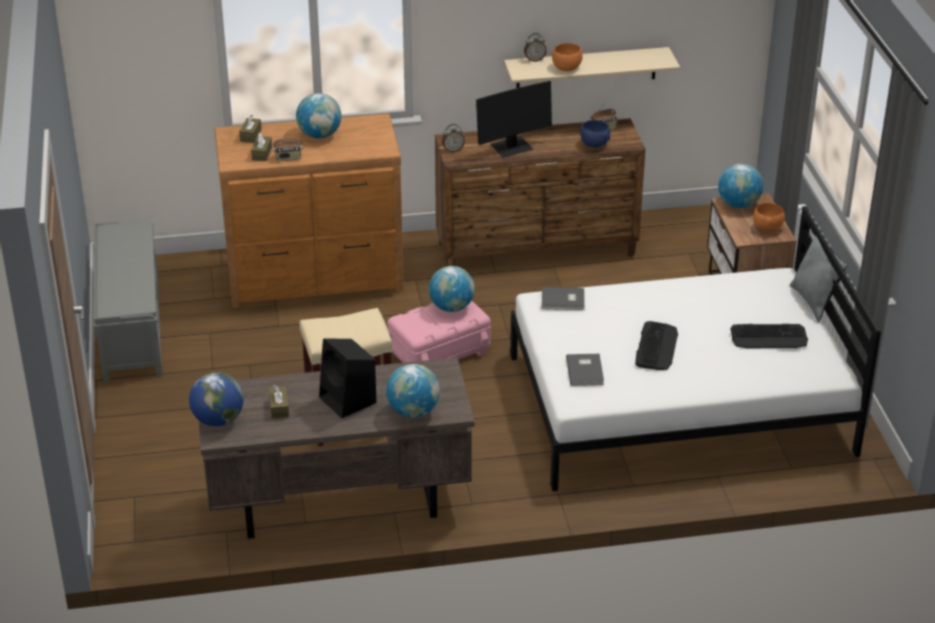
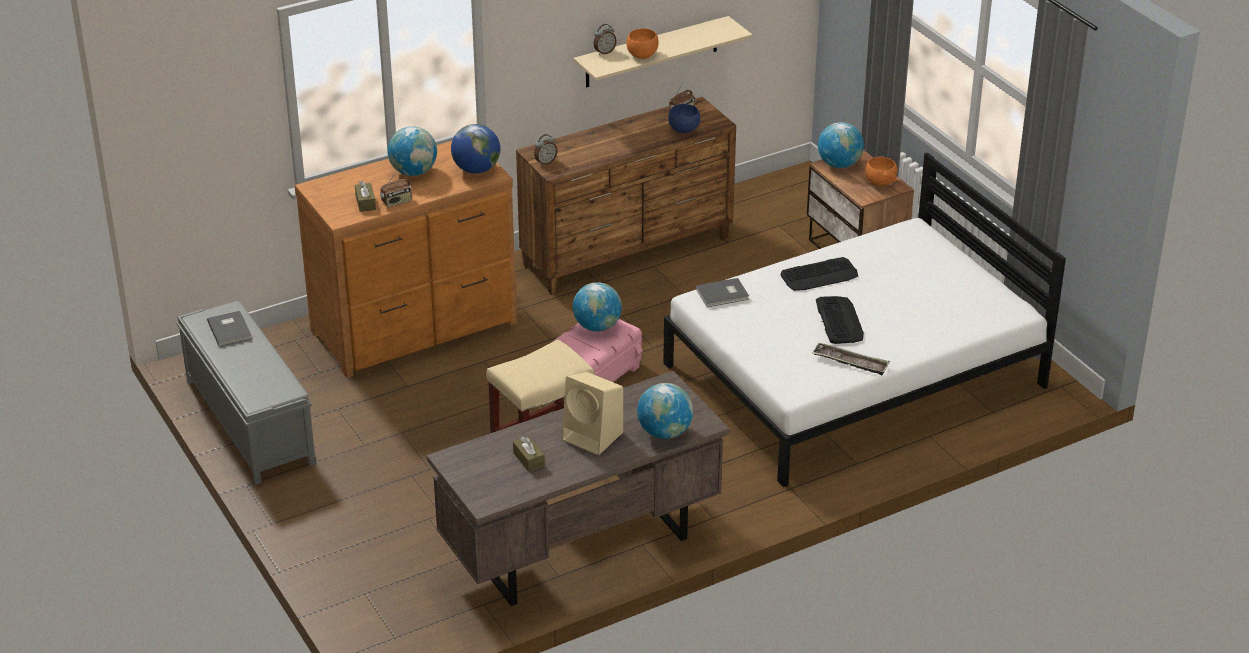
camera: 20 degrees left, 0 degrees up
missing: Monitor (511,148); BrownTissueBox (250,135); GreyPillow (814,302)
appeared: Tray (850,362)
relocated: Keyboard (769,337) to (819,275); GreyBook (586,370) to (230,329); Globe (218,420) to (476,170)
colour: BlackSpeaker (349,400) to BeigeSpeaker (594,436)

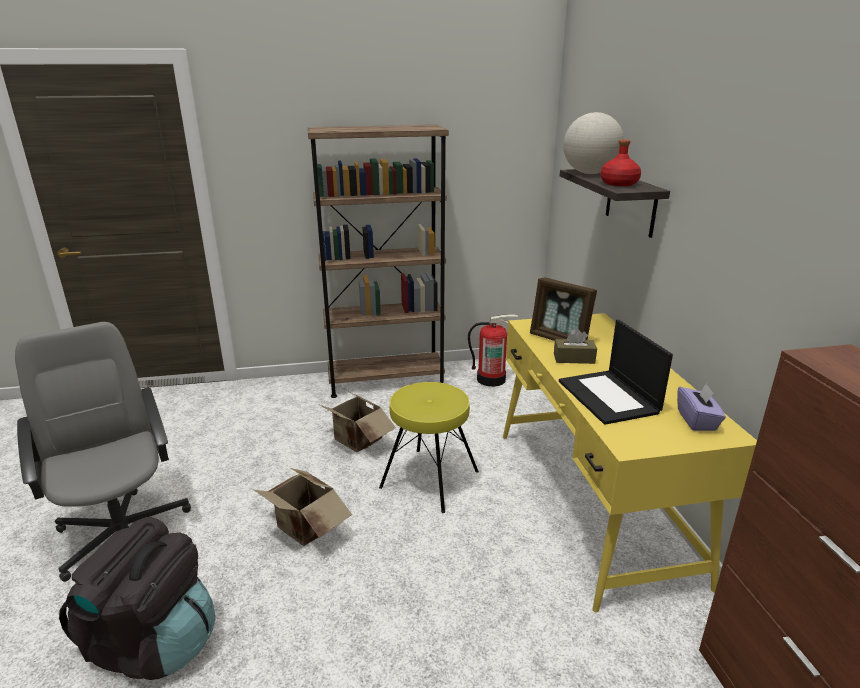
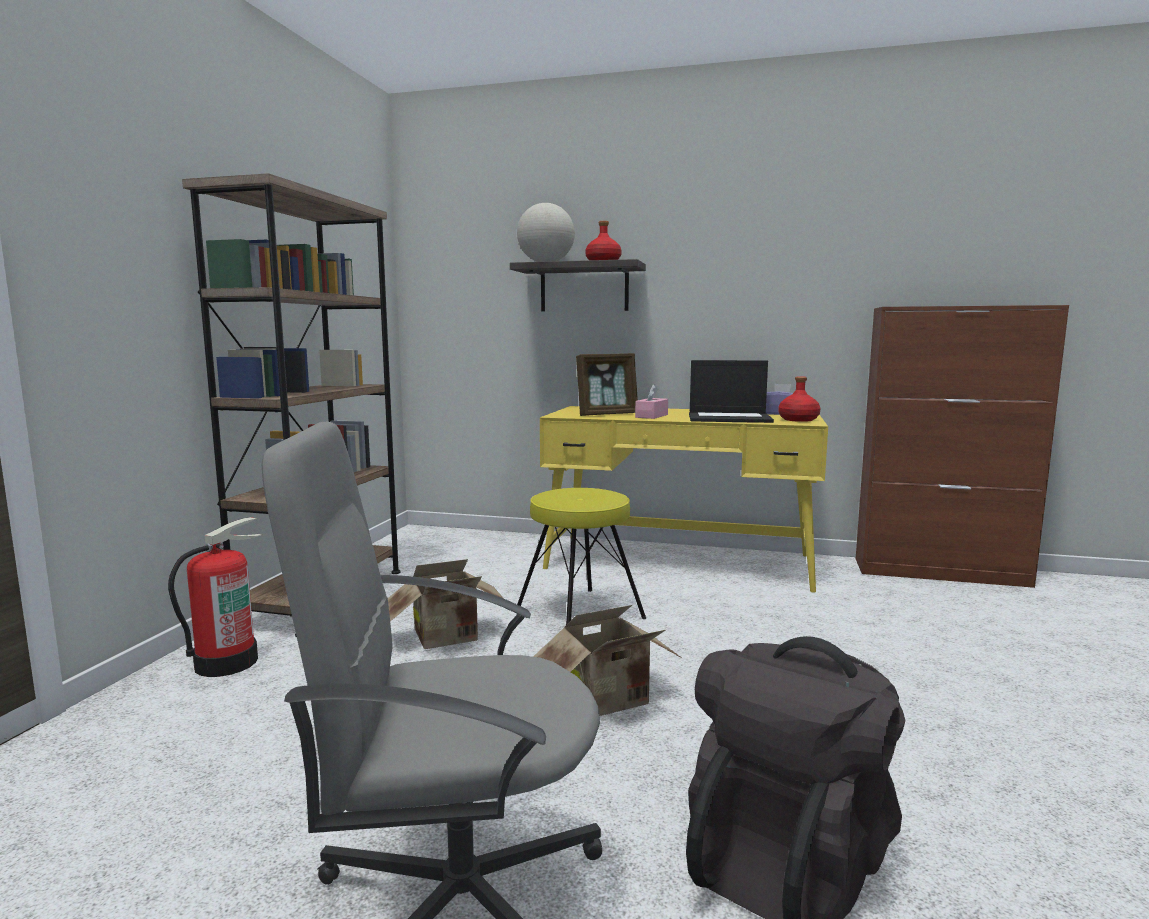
camera: 65 degrees left, 15 degrees down
appeared: RedBottle (799,419)
relocated: FireExtinguisher (491,379) to (226,662)
colour: BrownTissueBox (574,358) to PinkTissueBox (651,416)

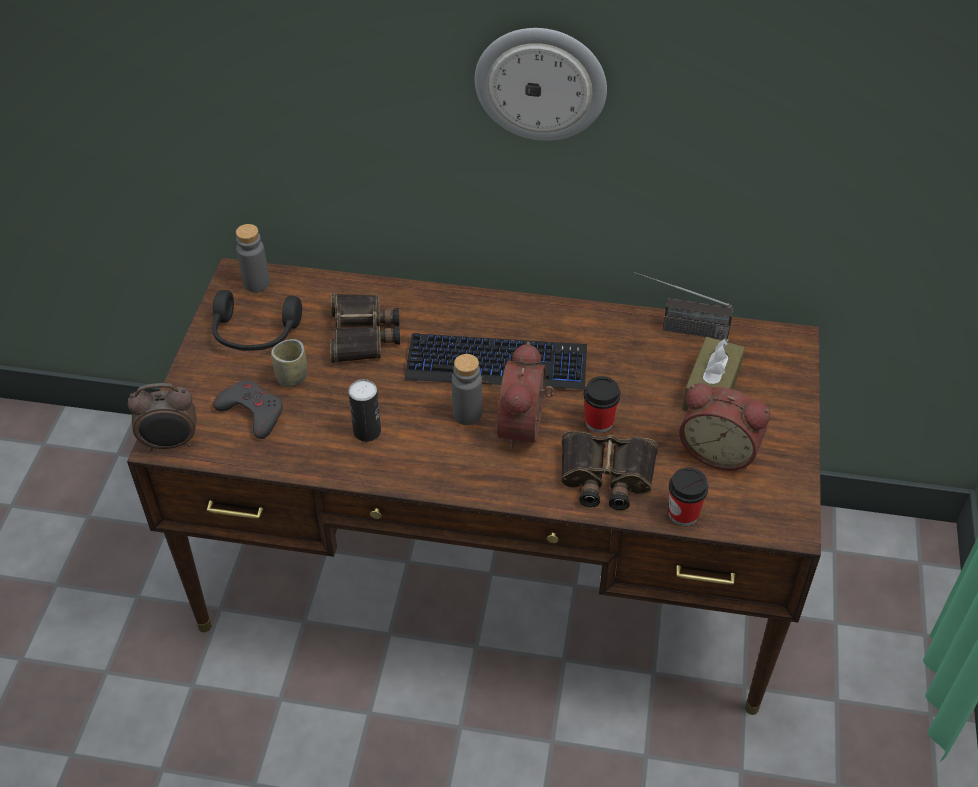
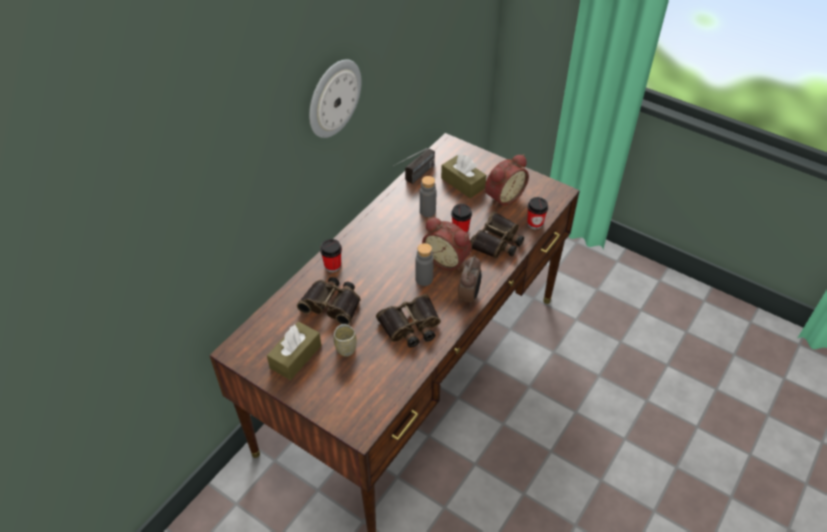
camera: 65 degrees left, 0 degrees up
missing: Keyboard (497,364); GreyGameController (252,412)
appeared: Cup (332,266)
relocated: GreyBottle (256,283) to (427,211); AlarmClock (171,444) to (469,297)
exchanged: BlackHeadphones (254,334) to BrownTissueBox (295,357); Can (367,431) to Binoculars (411,326)

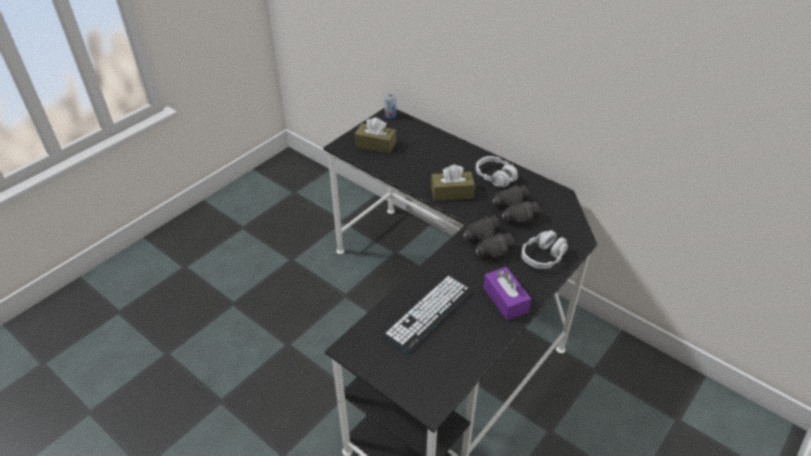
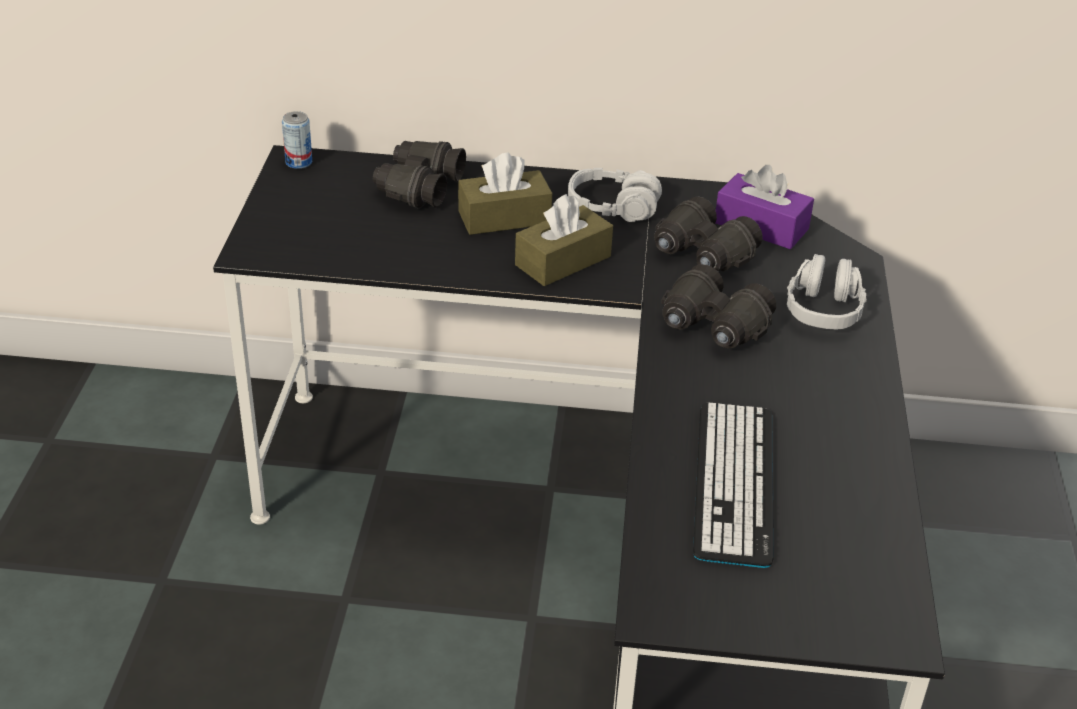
camera: 35 degrees left, 5 degrees down
appeared: BlackBinoculars (418,187)
relocated: BrownTissueBox (375,144) to (504,218); PurpleTissueBox (505,299) to (761,226)

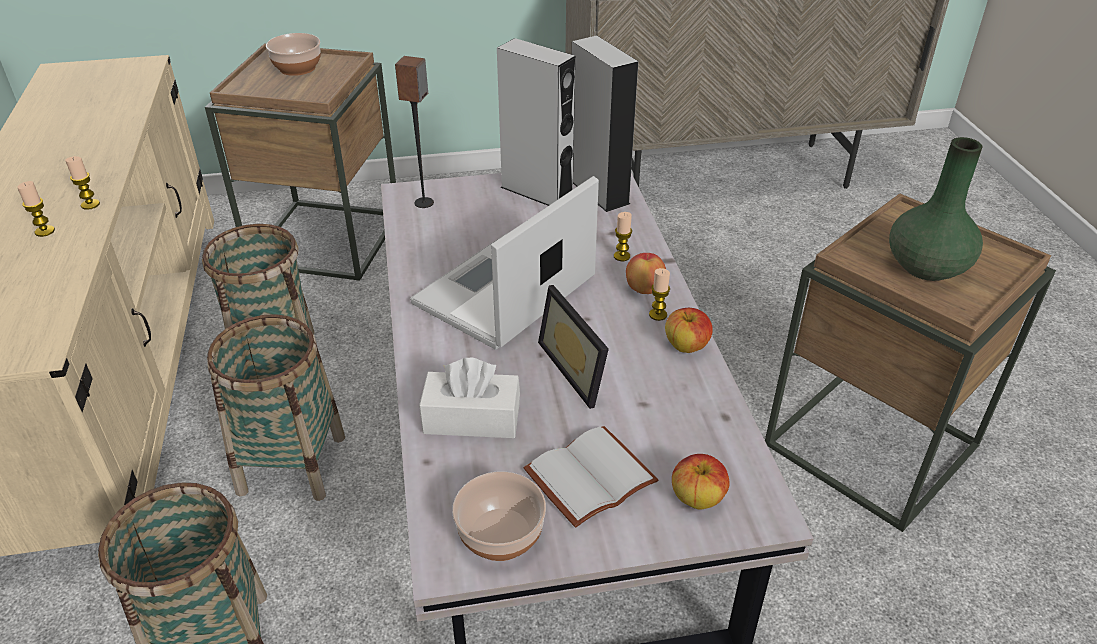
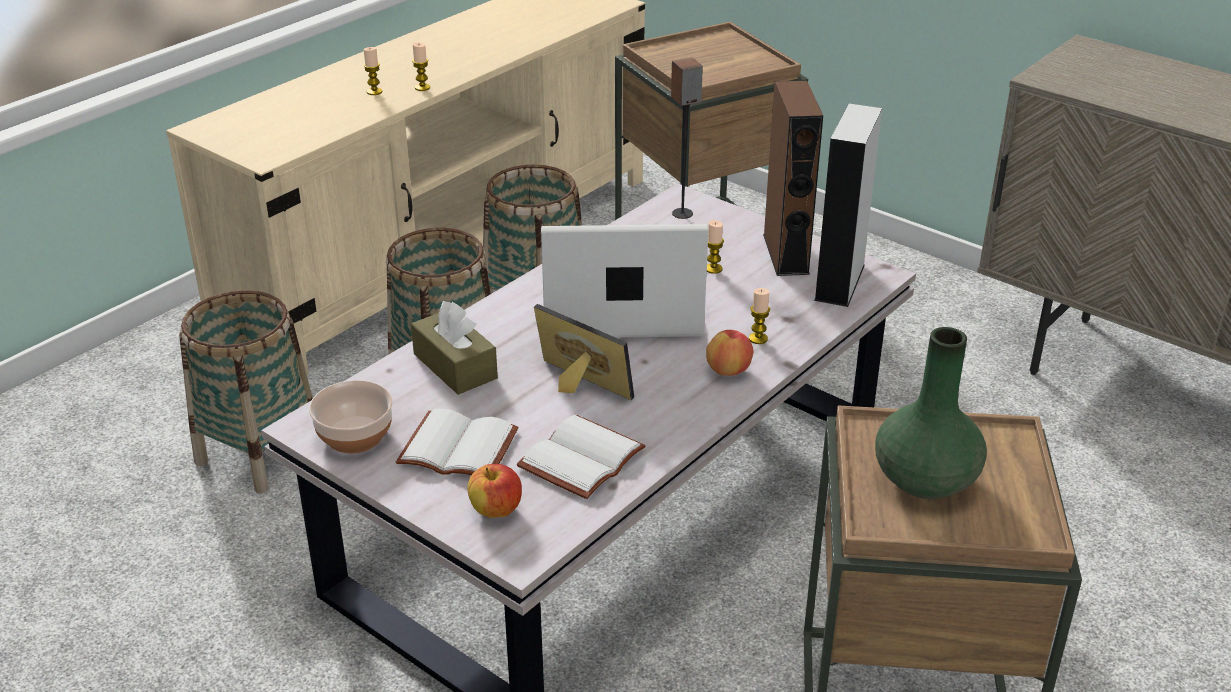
camera: 50 degrees right, 5 degrees down
missing: Bowl (296,68); Apple (686,346)
appeared: WhiteBook (580,457)
relocated: Candle (658,315) to (713,269)
colour: GreySpeaker (537,192) to BrownSpeaker (785,254); WhiteTissueBox (471,419) to BrownTissueBox (455,366)
spun: PictureFrame (580,368) = (576,387) 105 degrees clockwise

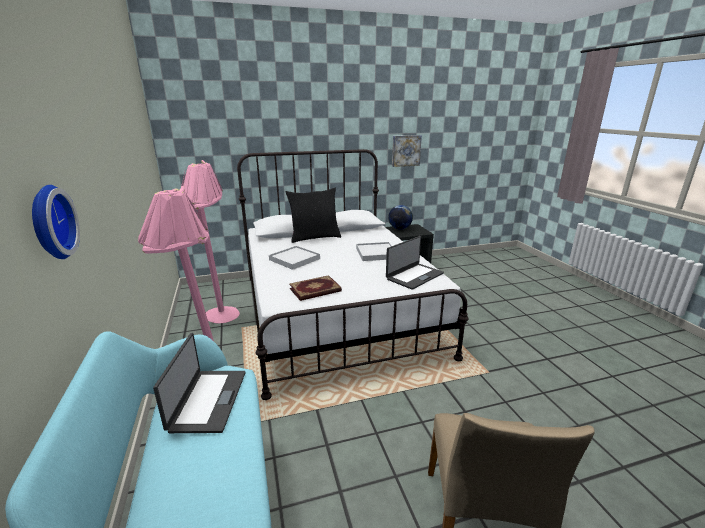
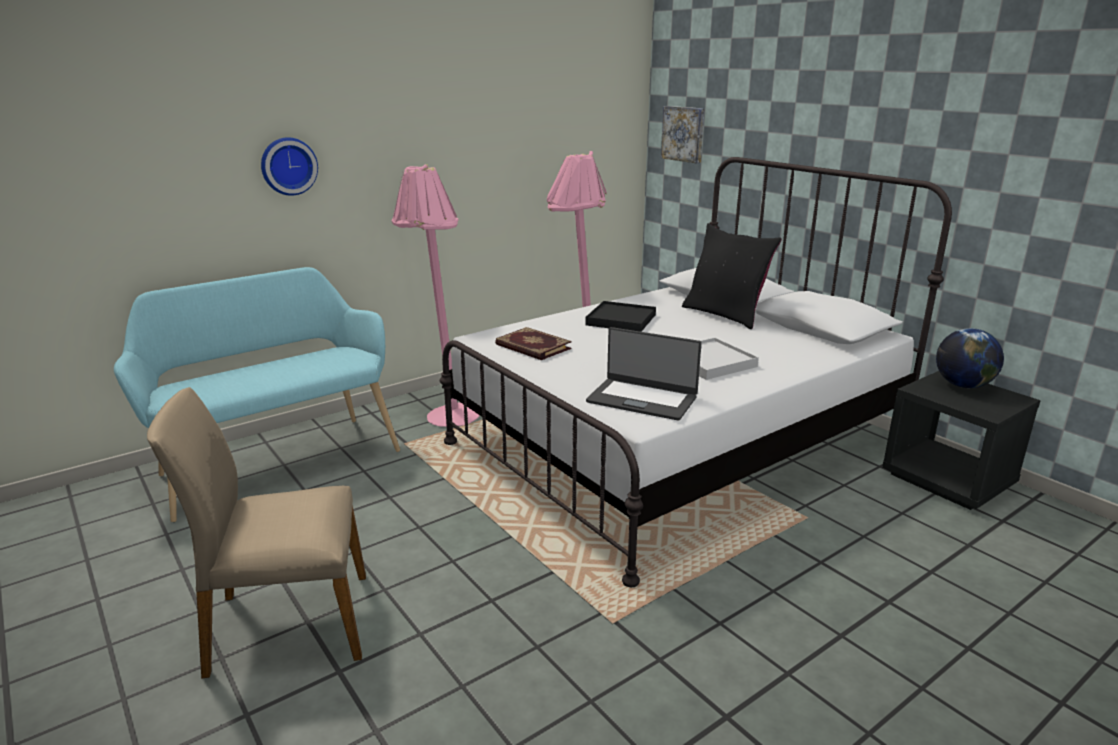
camera: 70 degrees right, 0 degrees up
missing: Laptop (207,400)
relocated: Picture (405,150) to (684,134)
colour: WhiteTray (294,259) to BlackTray (620,320)

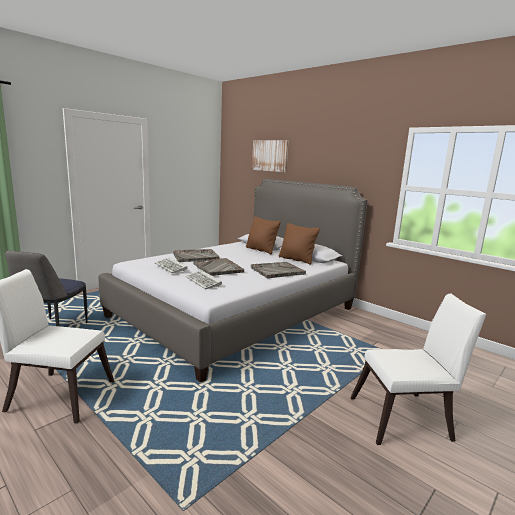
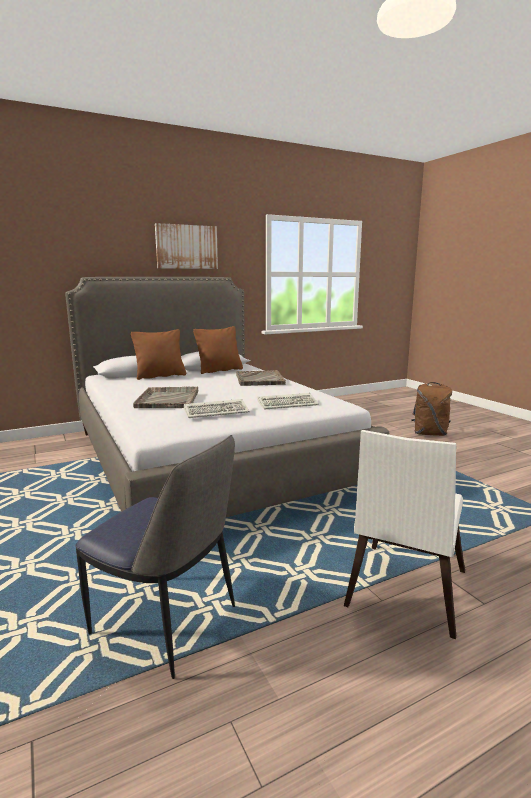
camera: 70 degrees left, 0 degrees up
missing: GreyTray (218,268)
relocated: Picture (270,155) to (186,247)
exchanged: WhiteChair (406,419) to BrownBackpack (429,433)

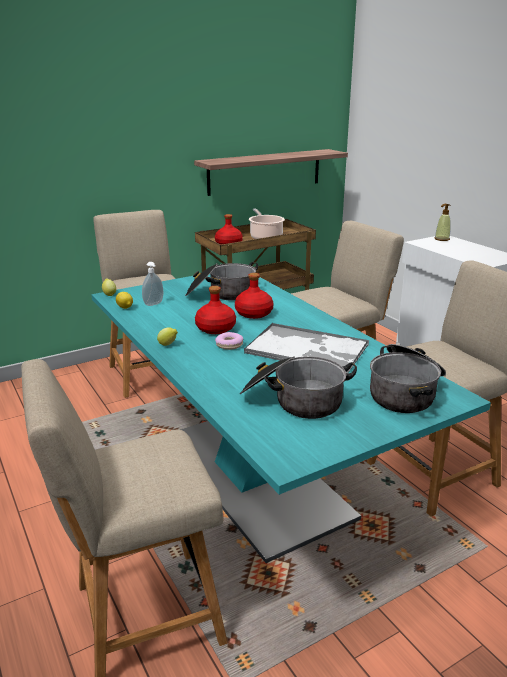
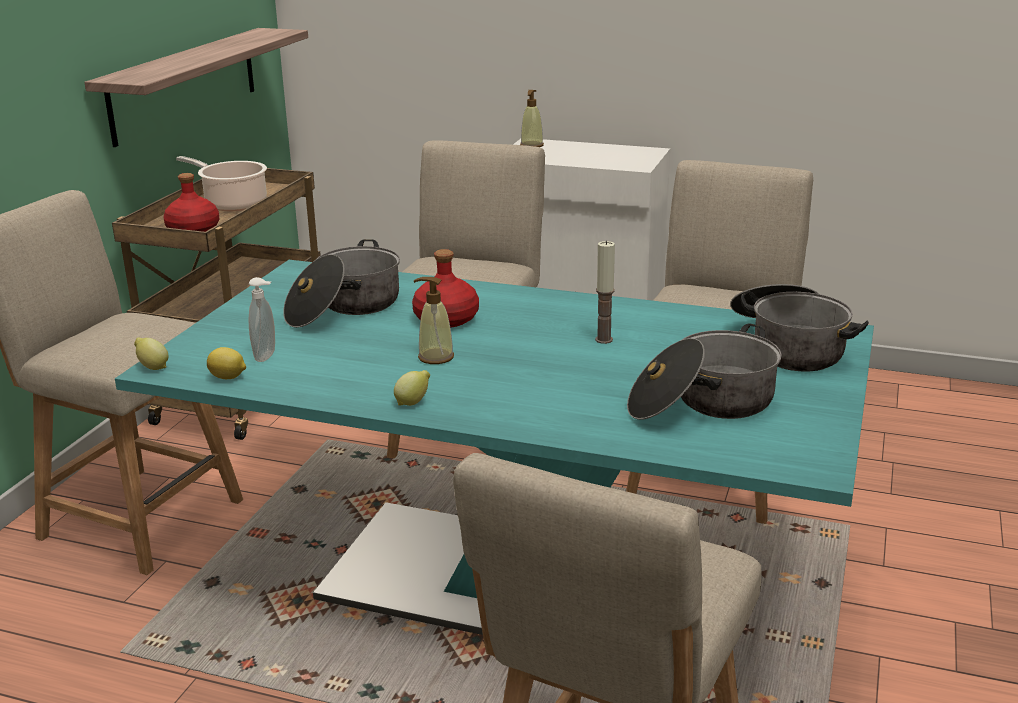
camera: 40 degrees left, 0 degrees up
missing: Donut (229,345)
exchanged: RedBottle (215,329) to SoapDispenser (435,357); Tray (308,349) to Candle (604,340)

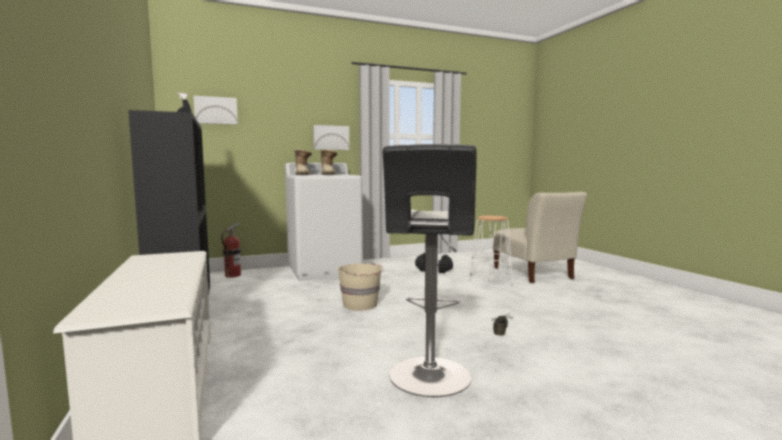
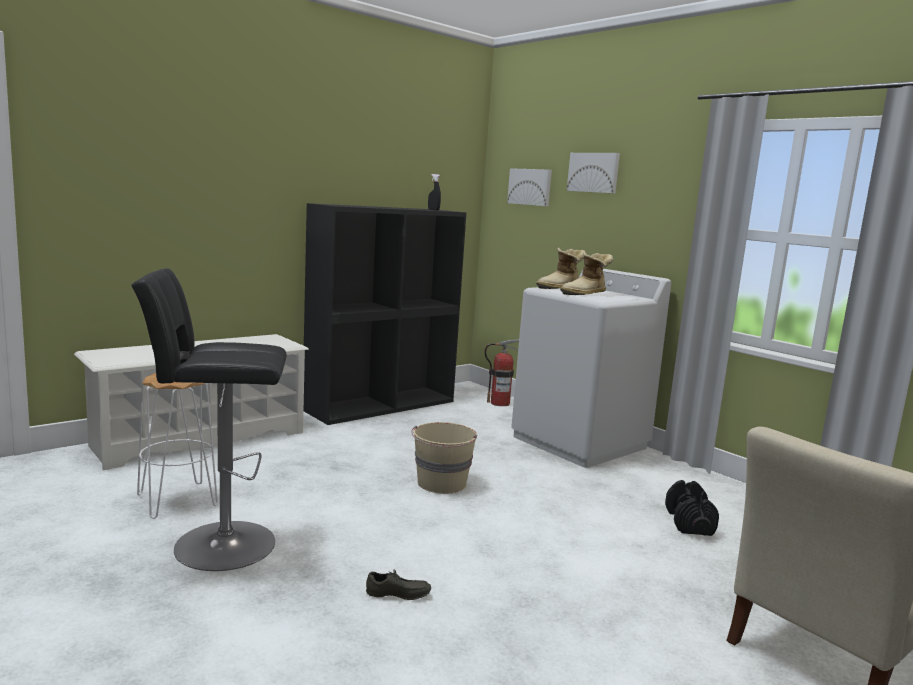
camera: 70 degrees right, 5 degrees up
relocated: Picture (331,137) to (594,172); WhiteStool (490,283) to (178,500)

